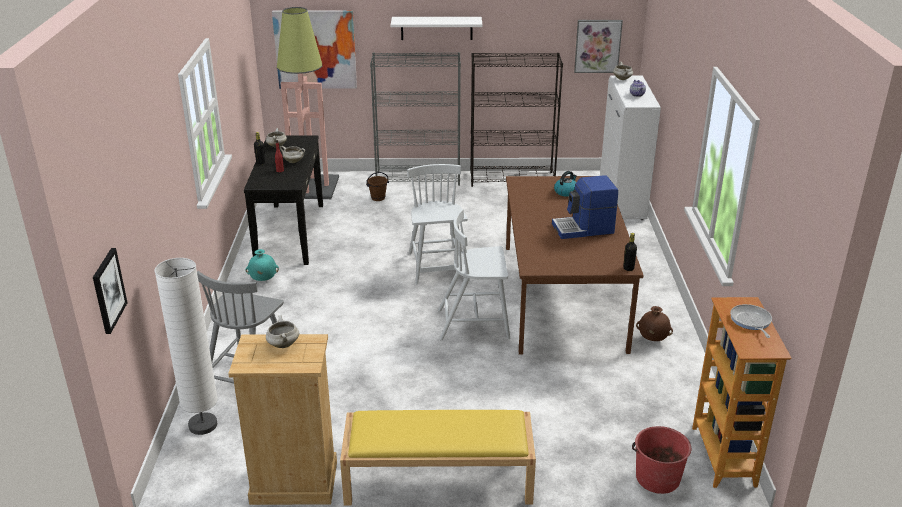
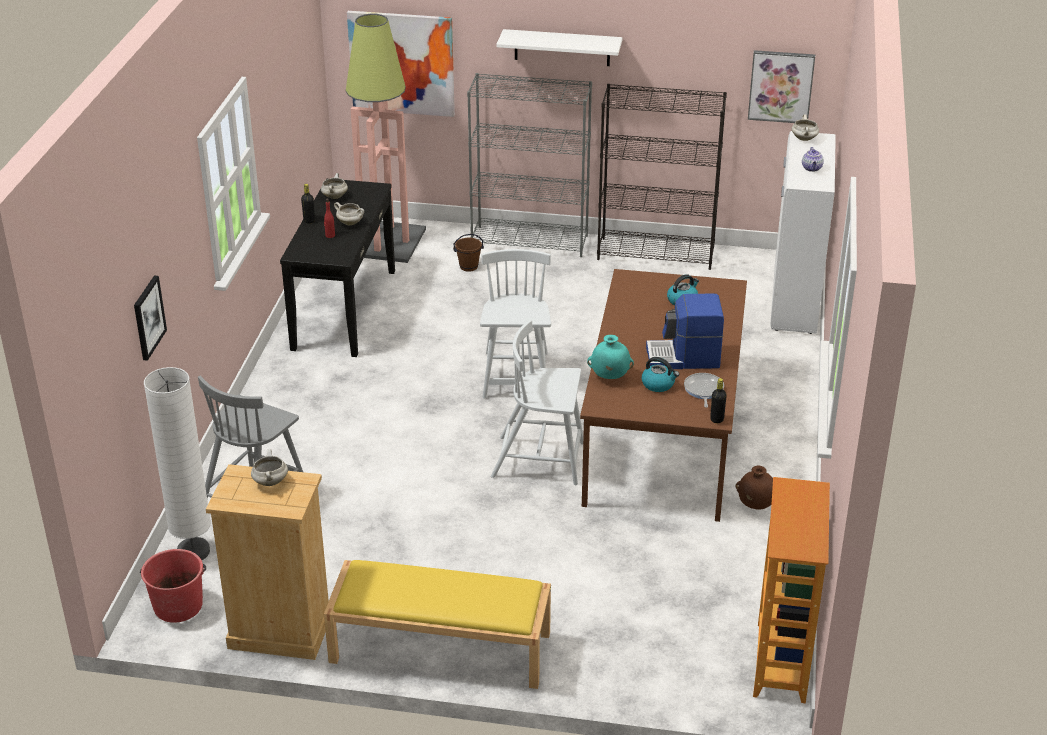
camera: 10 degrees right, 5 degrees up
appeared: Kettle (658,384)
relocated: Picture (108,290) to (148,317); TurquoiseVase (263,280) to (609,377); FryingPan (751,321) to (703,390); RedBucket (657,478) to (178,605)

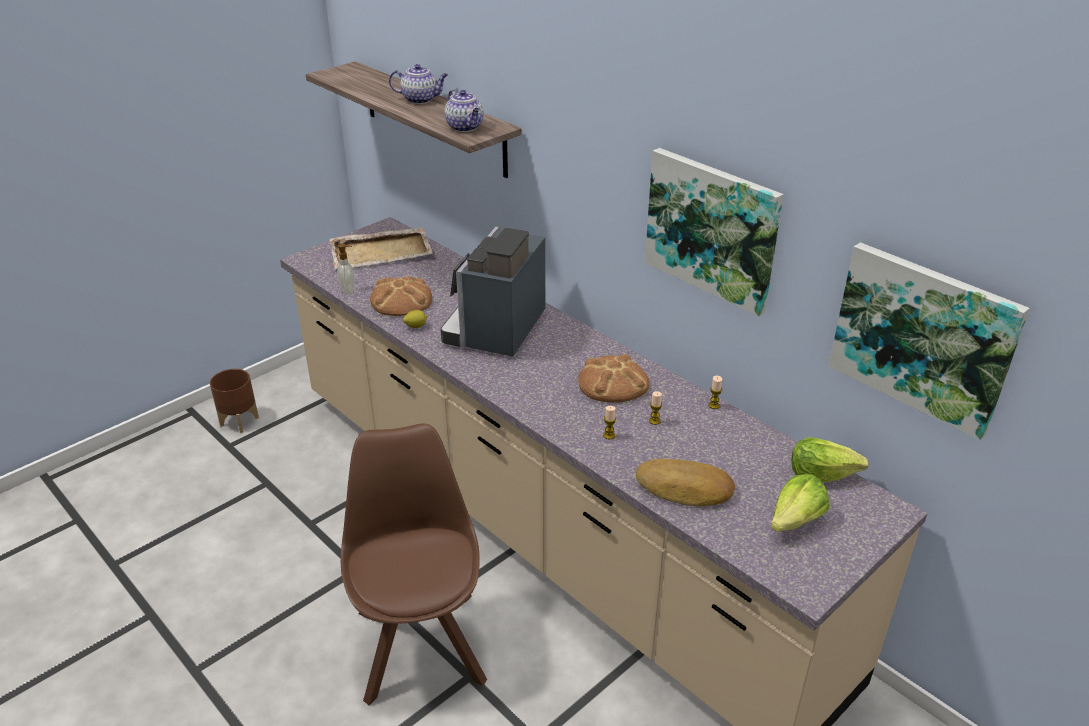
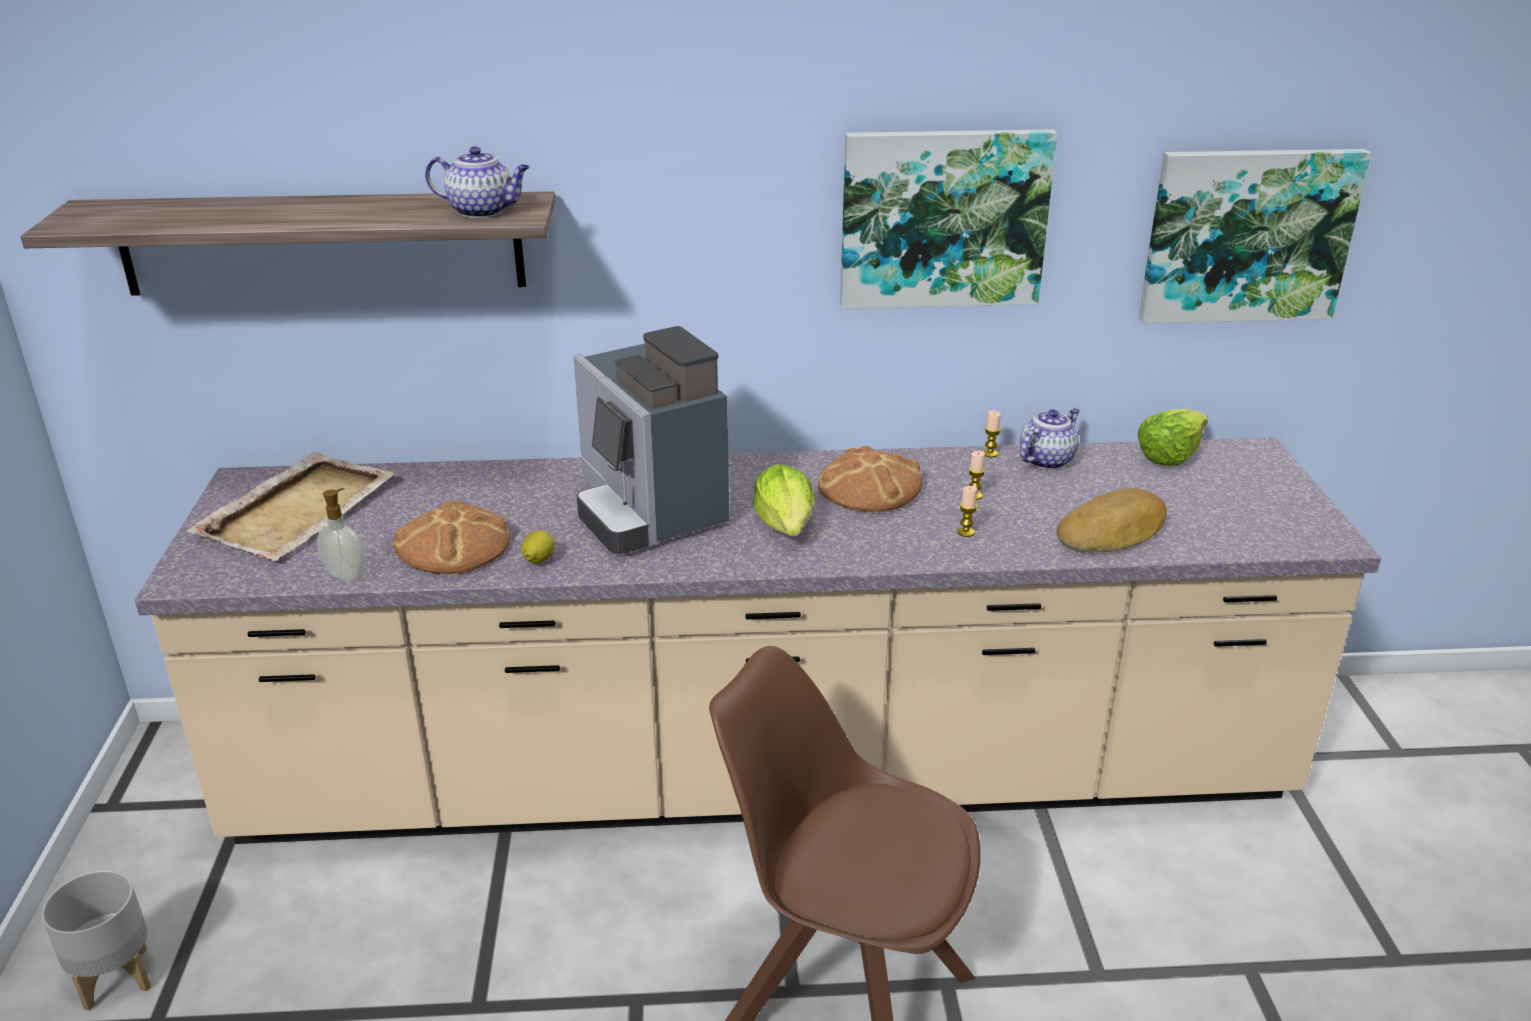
camera: 50 degrees left, 5 degrees down
relocated: Teapot (420,99) to (1046,460); Lettuce (796,520) to (786,526)
colour: BrownPlanter (240,421) to GreyPlanter (116,977)

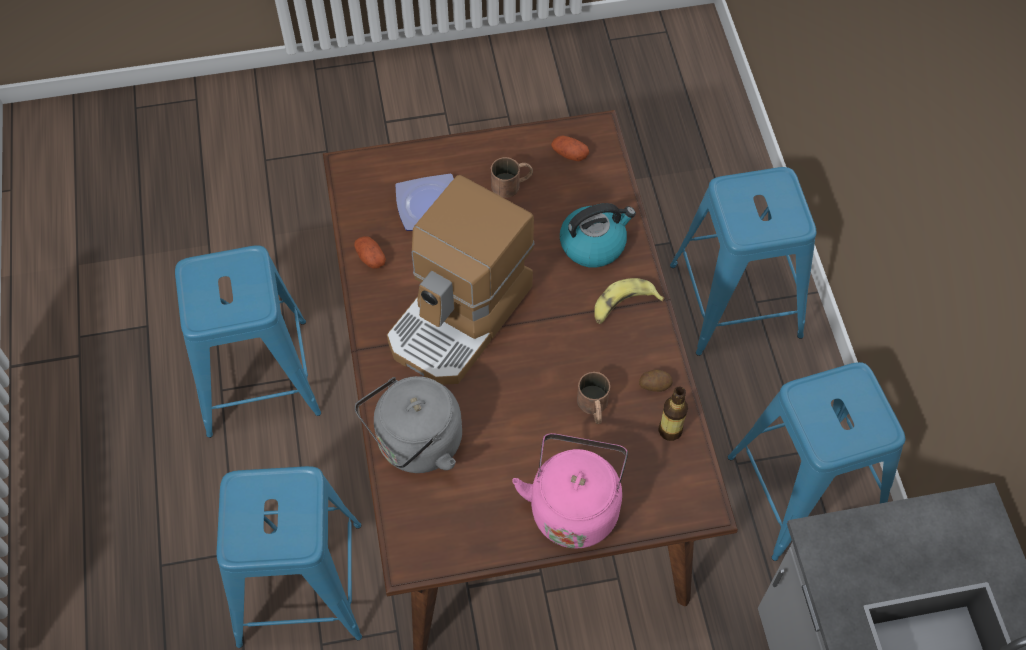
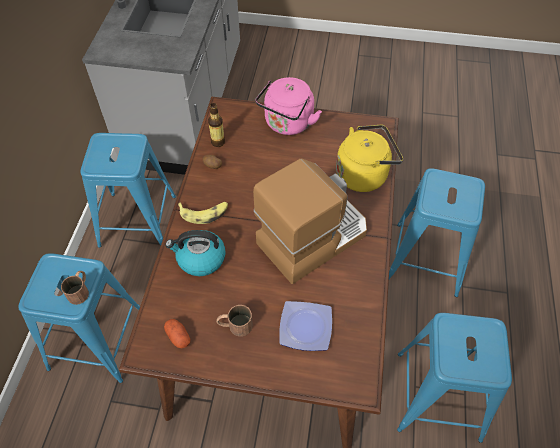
camera: 160 degrees left, 5 degrees down
missing: Potato (370,258)
relocated: BrownMug (594,407) to (80,290)
colour: GreyKettle (415,445) to YellowKettle (364,174)

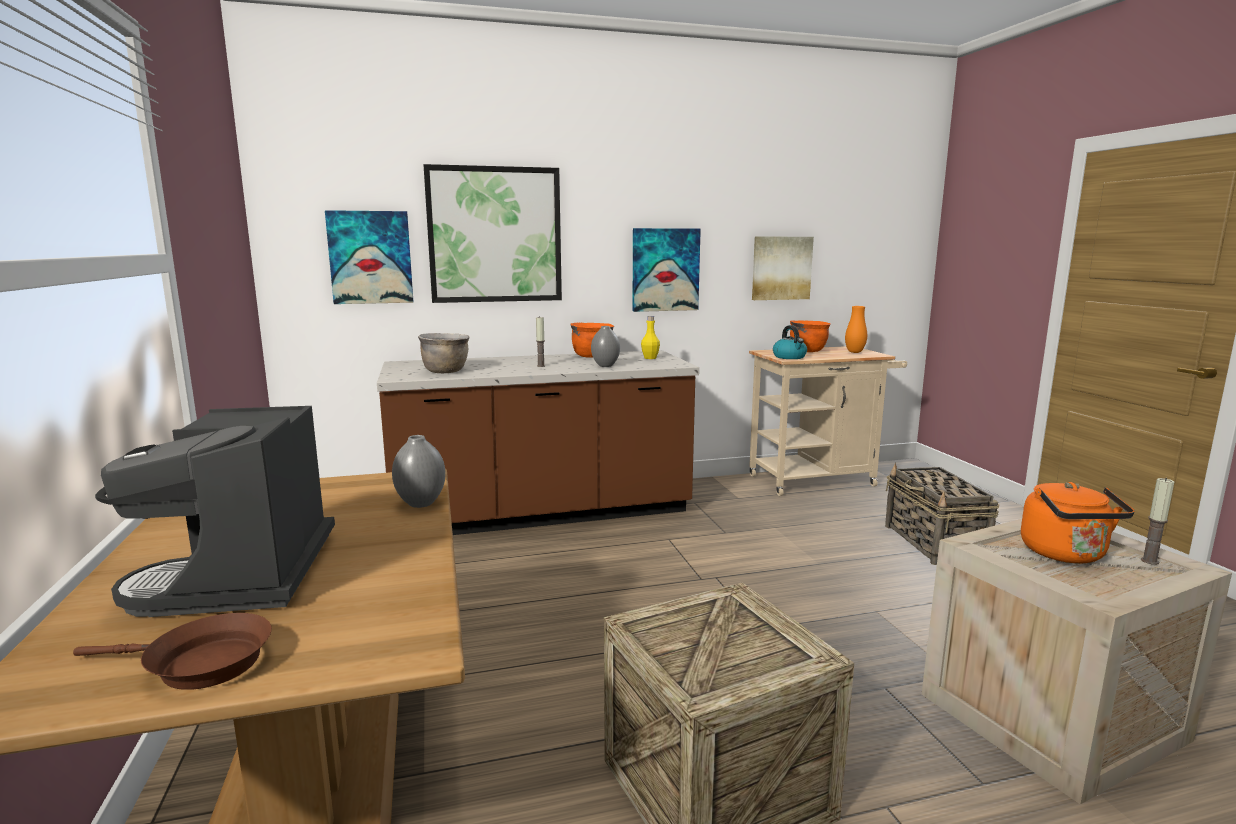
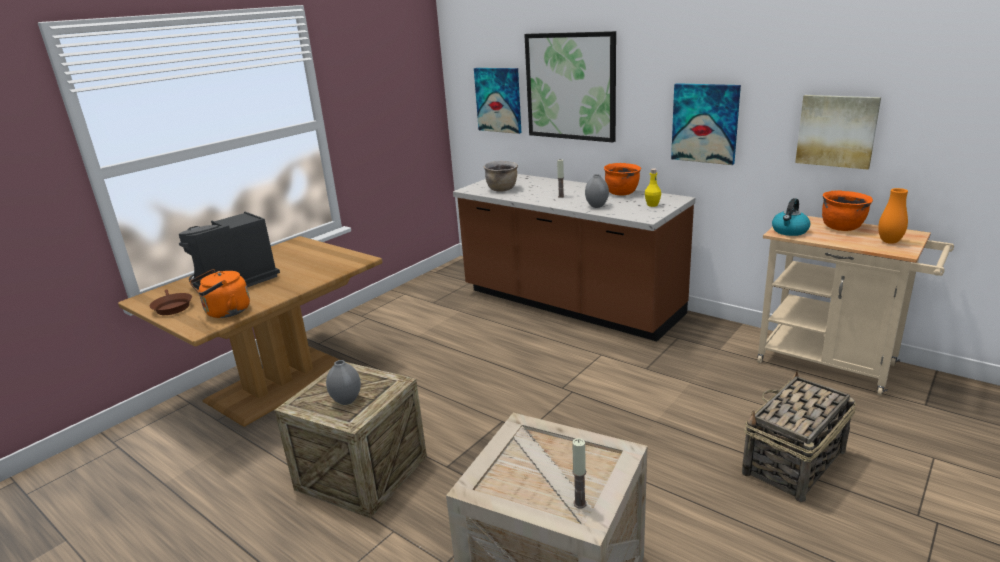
camera: 55 degrees right, 10 degrees up
relocated: GreyVase (420,504) to (346,401); OrangeKettle (1066,555) to (225,312)

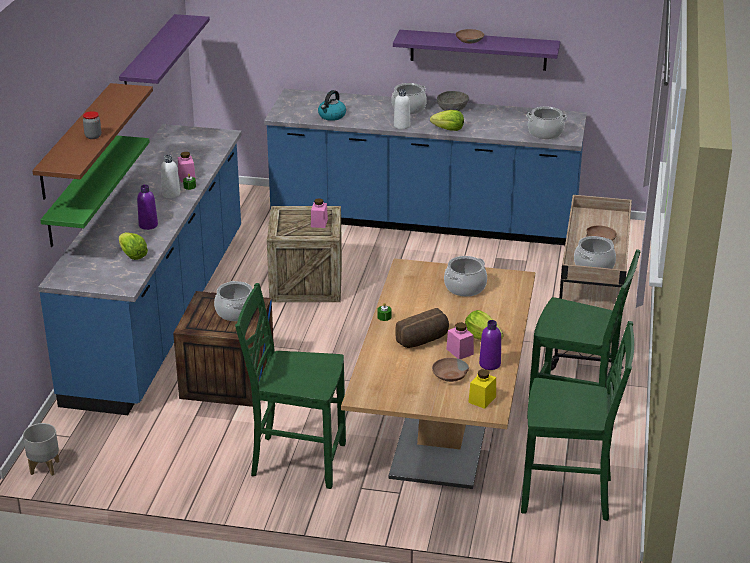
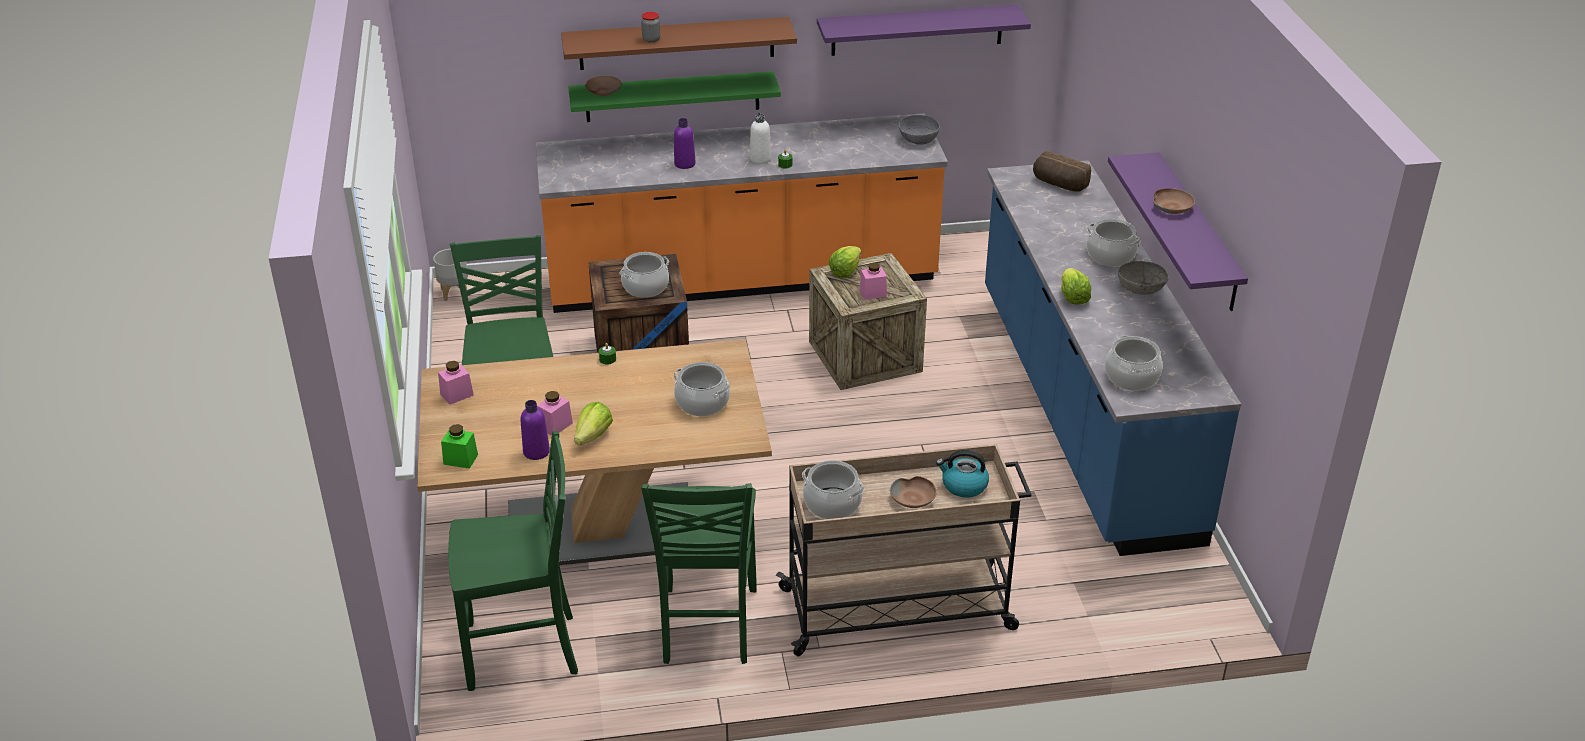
camera: 70 degrees right, 5 degrees up
missing: WhiteBottle (402,126)
appeared: GreyBowl (918,139)
relocated: Kettle (332,116) to (963,486); PinkJar (187,177) to (456,395); Lettuce (132,255) to (845,271); Bread (423,340) to (1059,184); BrownBowl (449,375) to (603,91)
colour: BlueCounter (160,314) to OrangeCounter (742,280); YellowJar (482,399) to GreenJar (460,459)
spun: GreenChair (568,495) = (524,651) 90 degrees counterclockwise

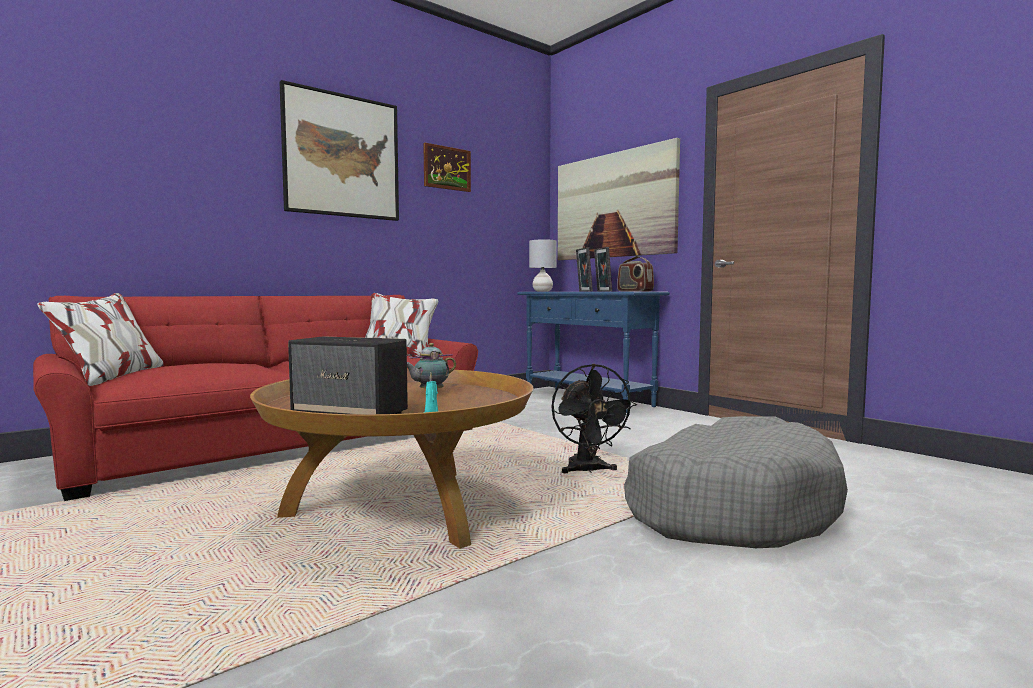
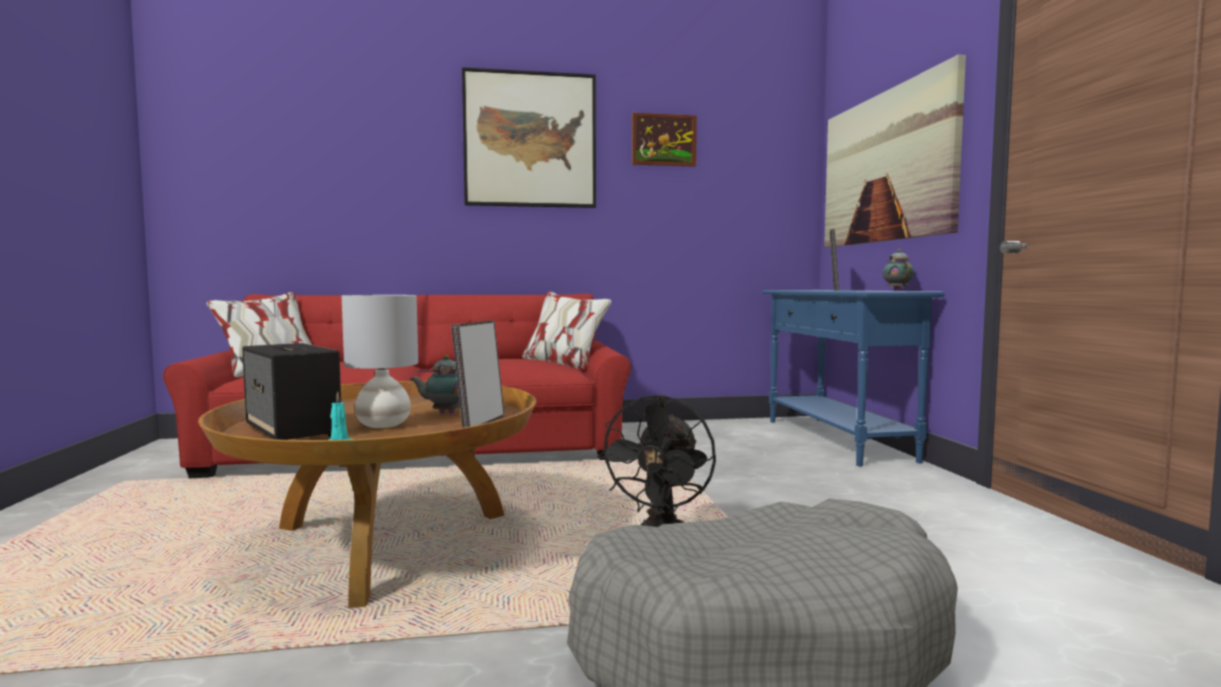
camera: 30 degrees right, 0 degrees up
relocated: GreyTableLamp (542,291) to (384,425); PictureFrame (602,291) to (480,423)
exchanged: Radio (634,291) to Teapot (897,290)

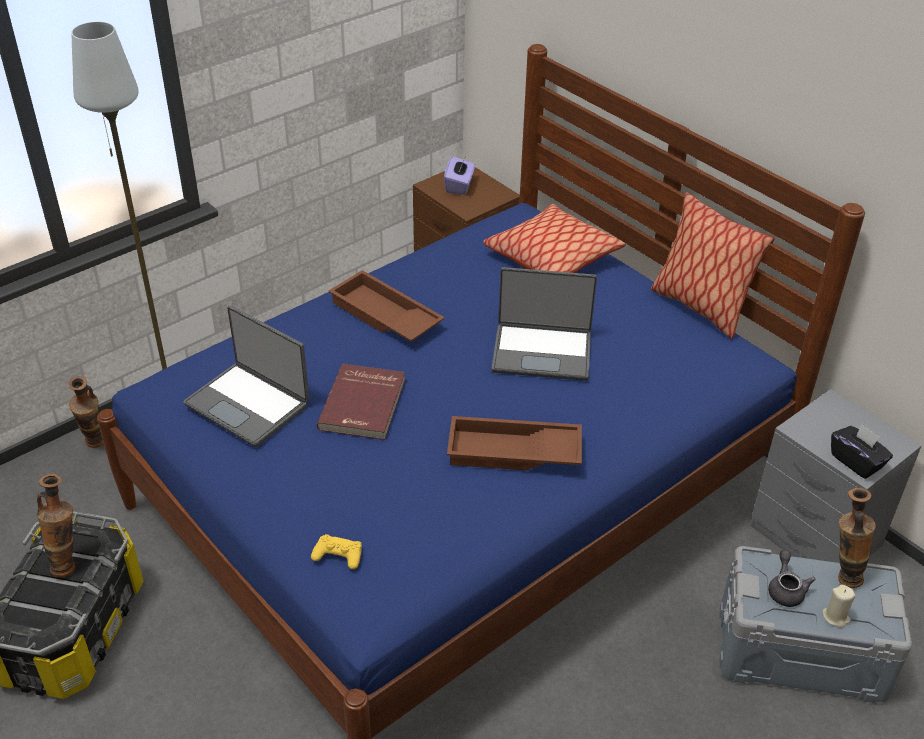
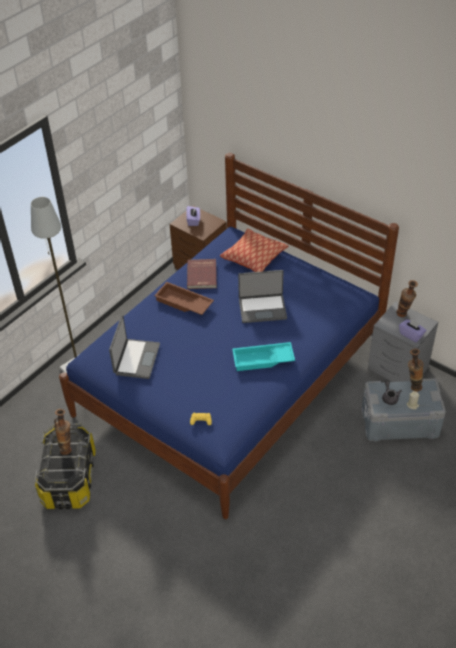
camera: 10 degrees left, 5 degrees up
missing: Pillow (700,307)
relocated: RedBook (364,404) to (202,275); Vase (96,446) to (403,316)
colour: BrownTray (513,453) to TurquoiseTray (262,360); BlackTissueBox (856,461) to PurpleTissueBox (411,335)
spun: Laptop (249,404) = (136,359) 105 degrees counterclockwise

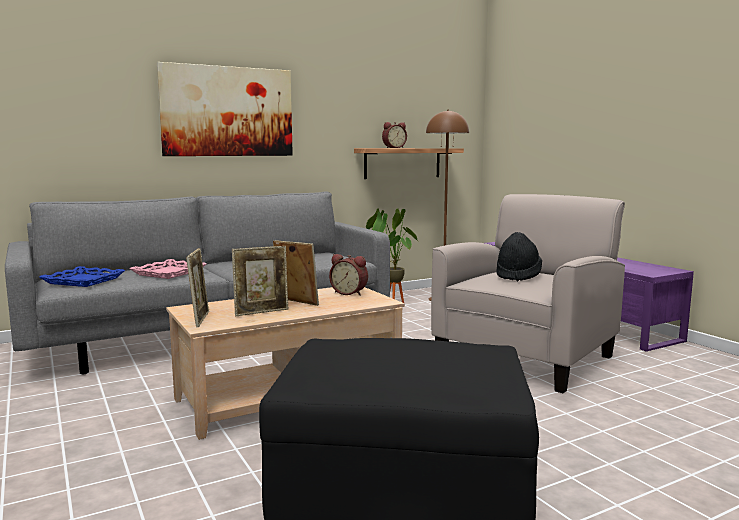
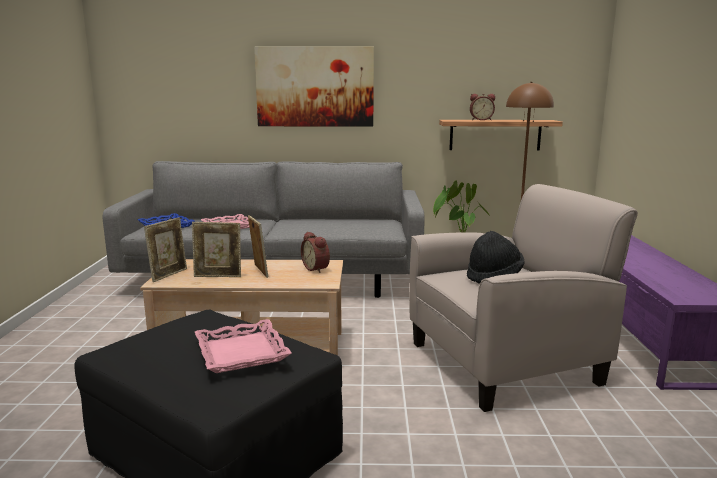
camera: 30 degrees right, 5 degrees up
appeared: PinkTray (240,352)

